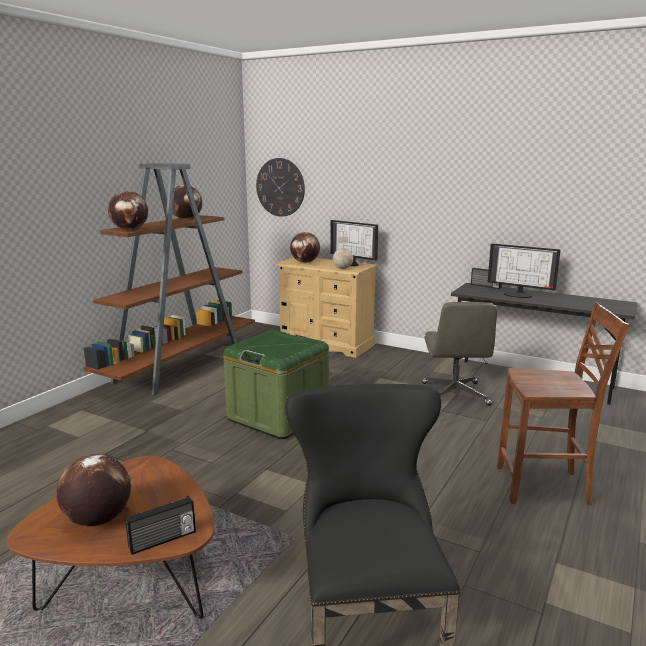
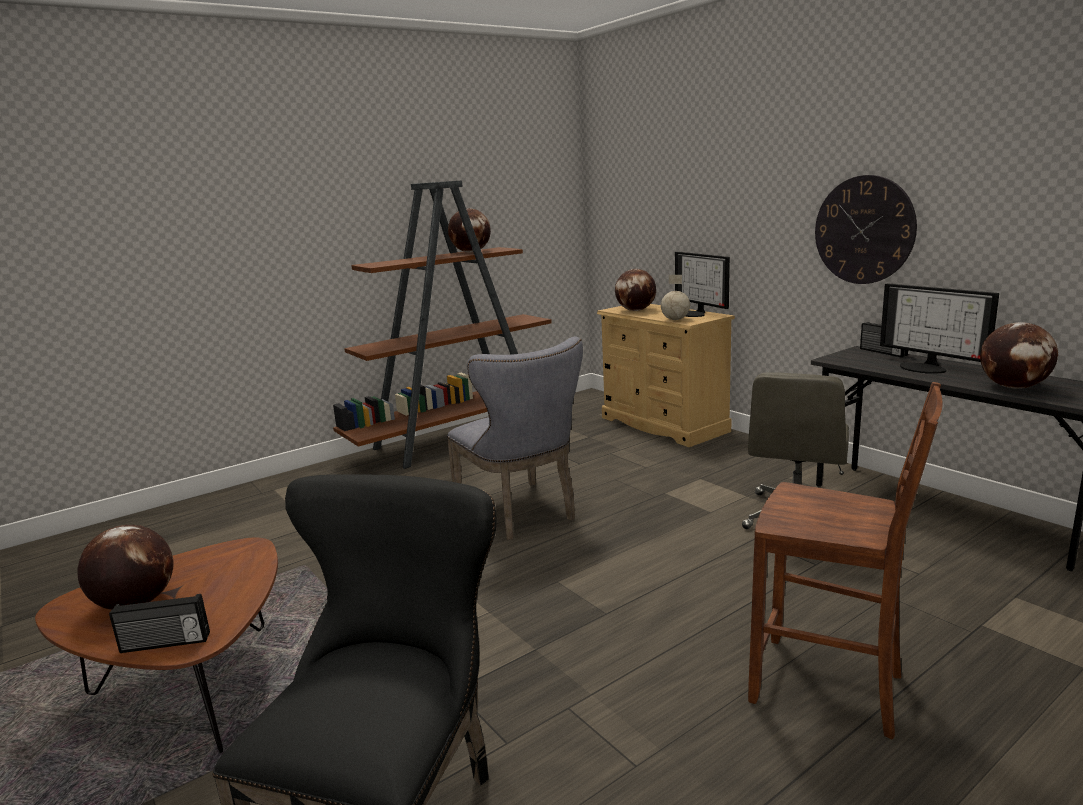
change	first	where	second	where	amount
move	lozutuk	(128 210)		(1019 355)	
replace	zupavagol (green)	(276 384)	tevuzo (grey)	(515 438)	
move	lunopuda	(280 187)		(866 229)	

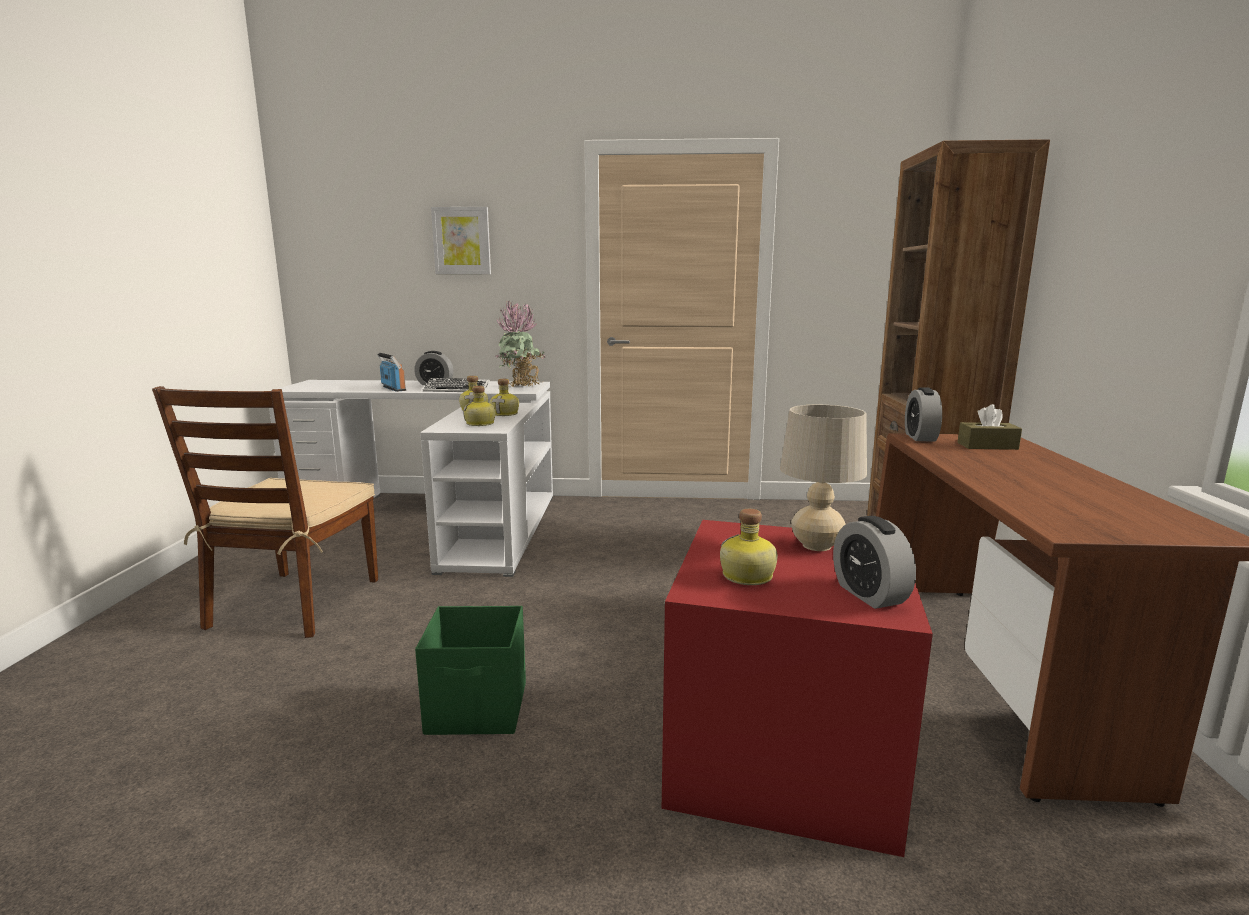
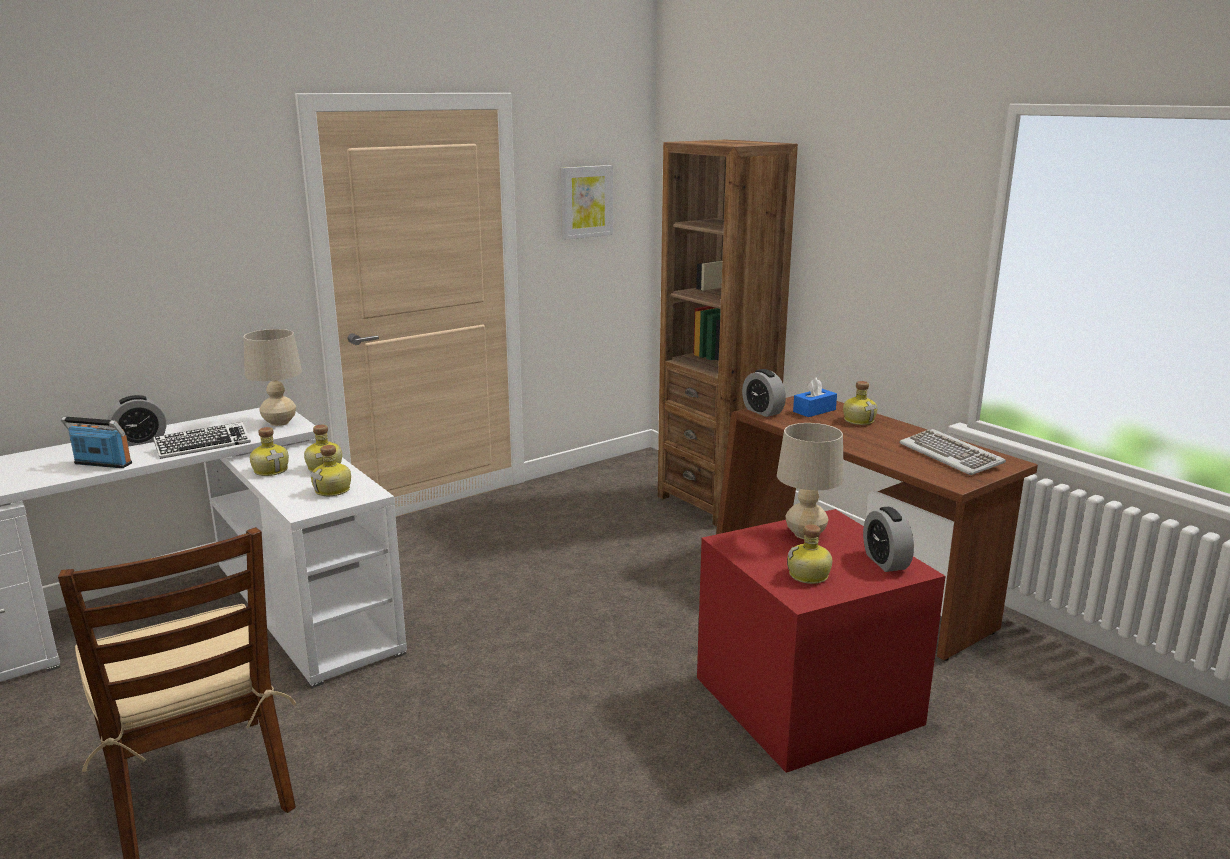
change	first	where	second	where	amount
delete	zupavagol (green)	(470 670)			
move	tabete	(461 240)		(587 202)	
replace	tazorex	(520 344)	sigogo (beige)	(272 377)	
rotate	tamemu	(874 562)		(888 539)	45 degrees clockwise
recolor	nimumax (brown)	(990 427)	nimumax (blue)	(815 397)	
insert			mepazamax	(860 403)	
insert			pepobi	(952 452)	

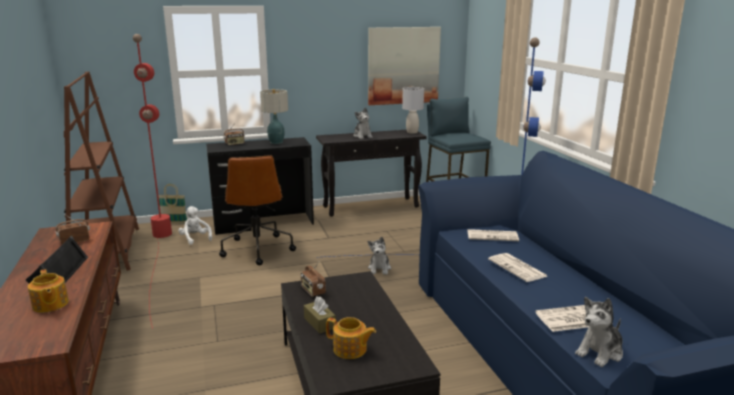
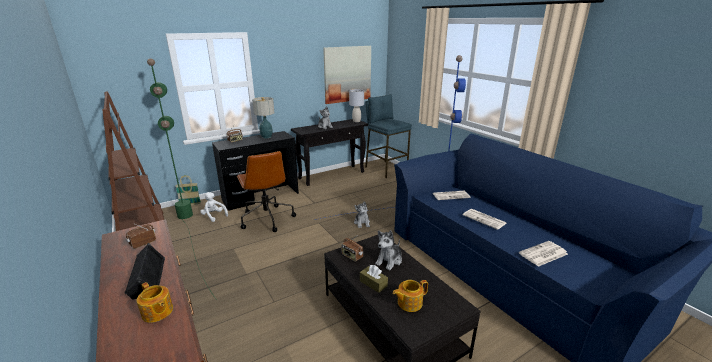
change	first	where	second	where	amount
recolor	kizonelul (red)	(152 181)	kizonelul (green)	(182 179)	
rotate	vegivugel	(351 338)		(410 296)	150 degrees clockwise
move	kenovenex	(599 332)		(388 250)	

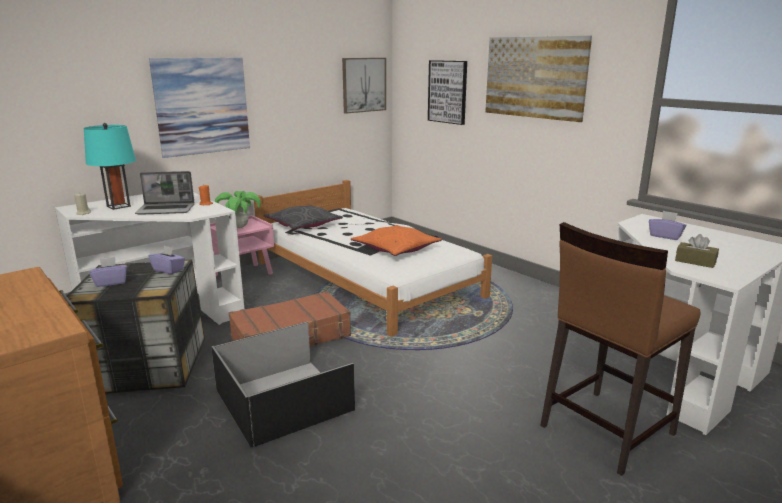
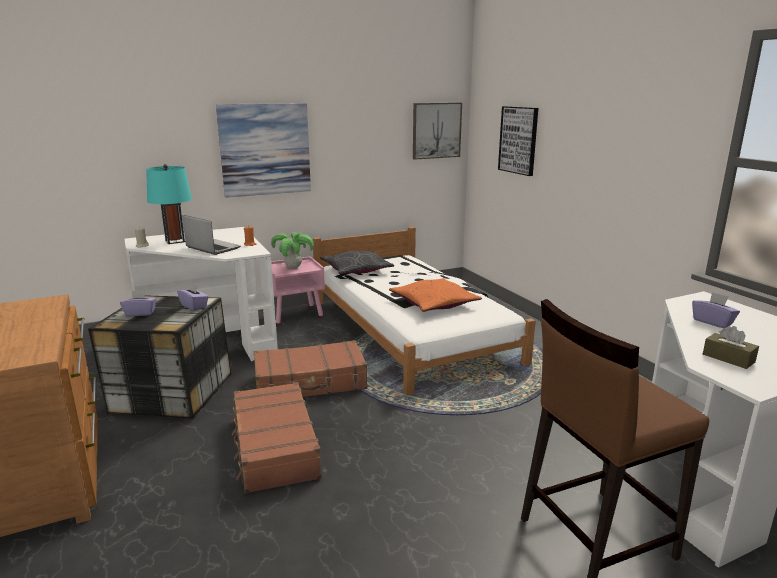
change	first	where	second	where	amount
rotate	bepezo	(165 193)		(211 235)	150 degrees counterclockwise
replace	zupavagol (black)	(283 384)	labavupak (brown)	(276 438)	
delete	tabete	(538 79)			

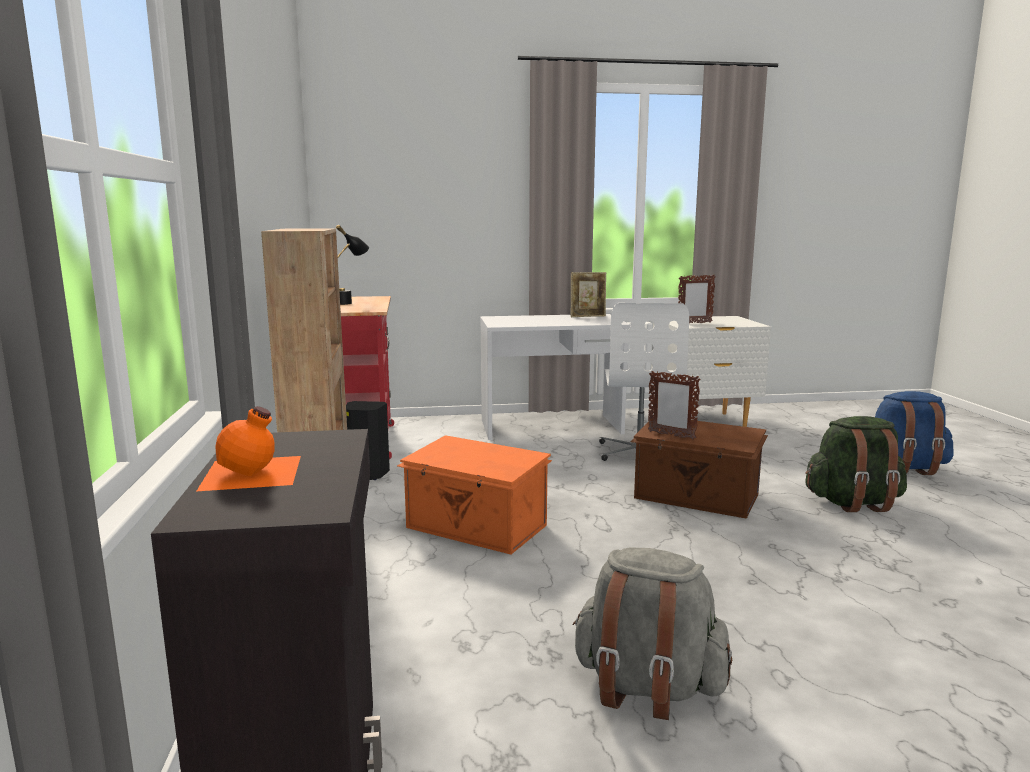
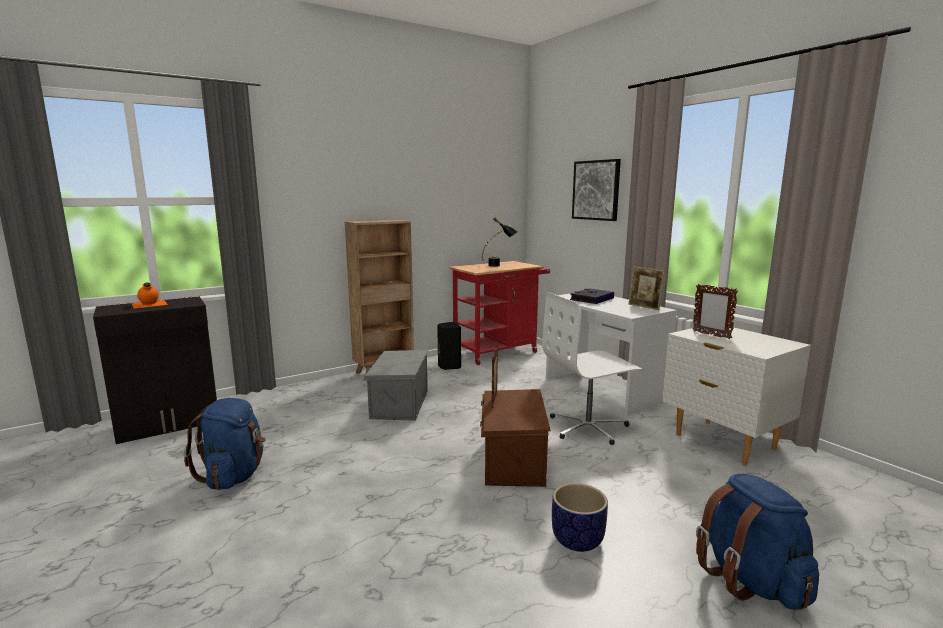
change	first	where	second	where	amount
recolor	zupavagol (orange)	(474 495)	zupavagol (grey)	(395 385)	
recolor	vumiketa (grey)	(652 633)	vumiketa (blue)	(225 444)	
replace	vumiketa (green)	(856 464)	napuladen	(580 517)	
insert			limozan	(592 296)	
insert			tabete	(596 190)	

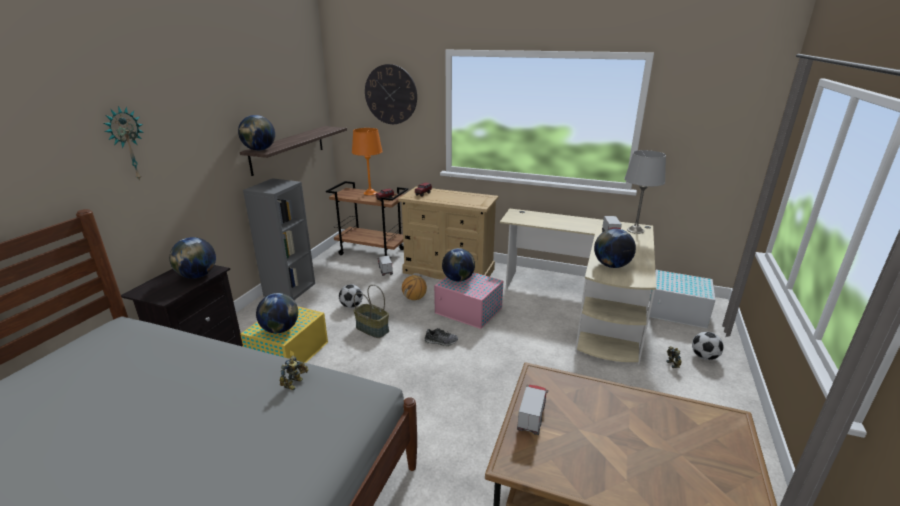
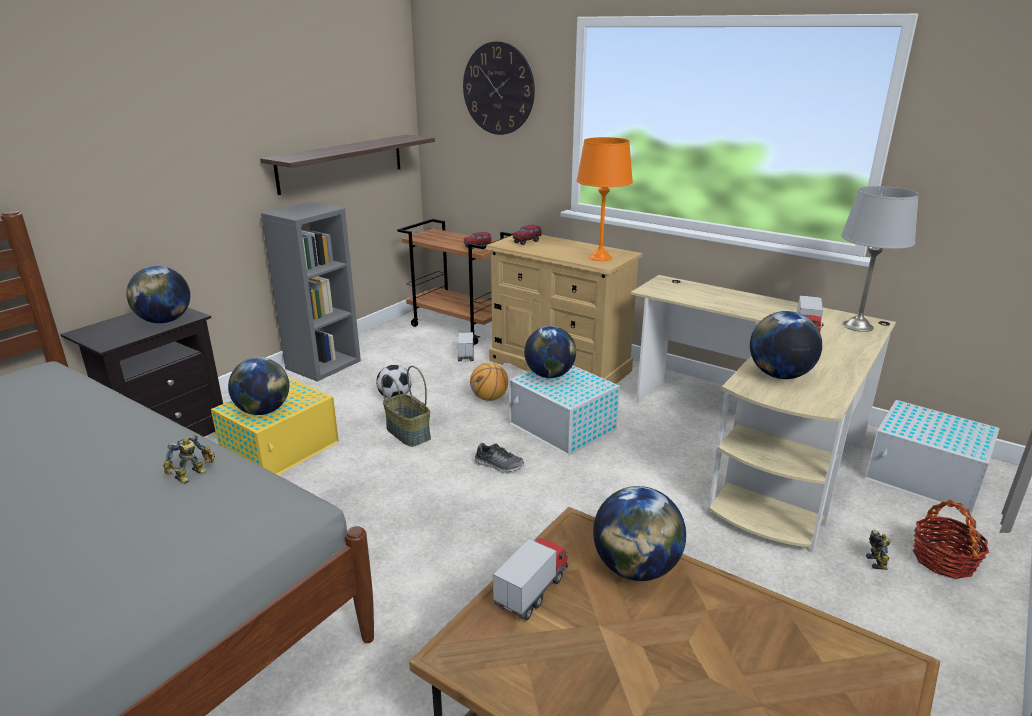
change	first	where	second	where	amount
delete	lunopuda	(124 143)			
move	lozutuk	(256 133)		(639 533)	
move	sigogo (orange)	(367 161)		(604 199)	
recolor	zupavagol (pink)	(468 300)	zupavagol (white)	(564 411)	
replace	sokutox	(708 346)	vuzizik	(950 539)	

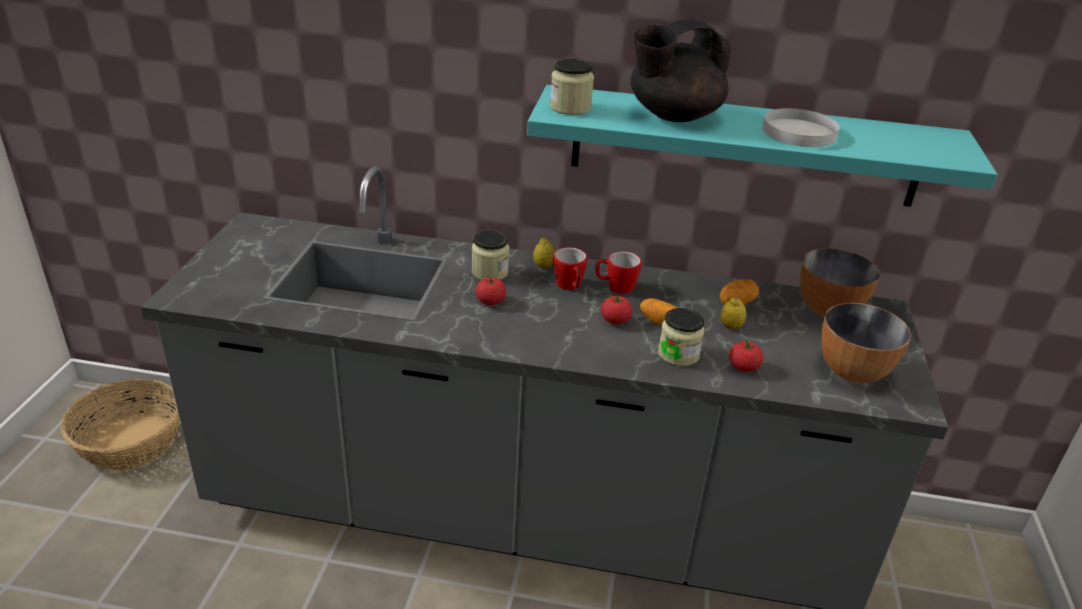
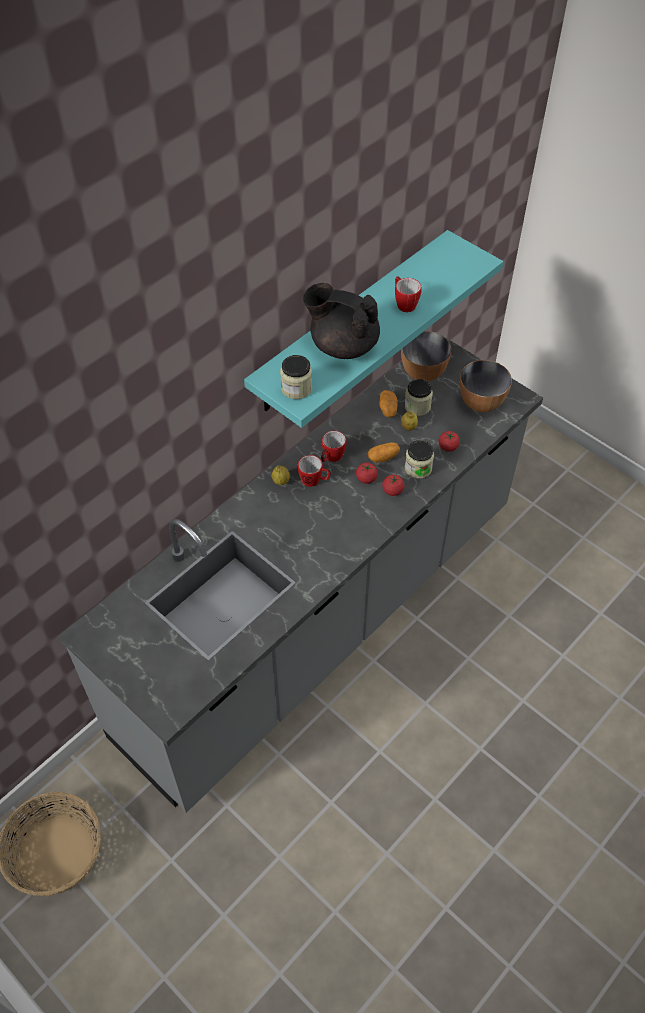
change	first	where	second	where	amount
move	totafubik	(490 255)		(419 397)	
move	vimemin	(491 291)		(393 485)	
rotate	vegivugel (black)	(681 70)		(341 321)	105 degrees clockwise
replace	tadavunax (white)	(801 127)	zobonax	(408 294)	

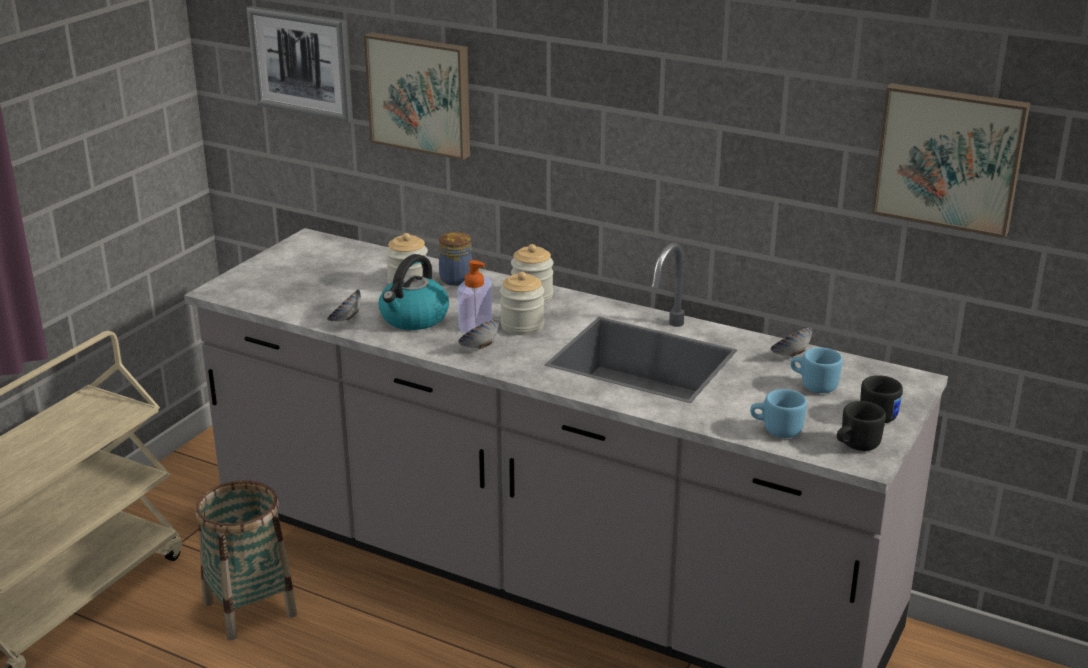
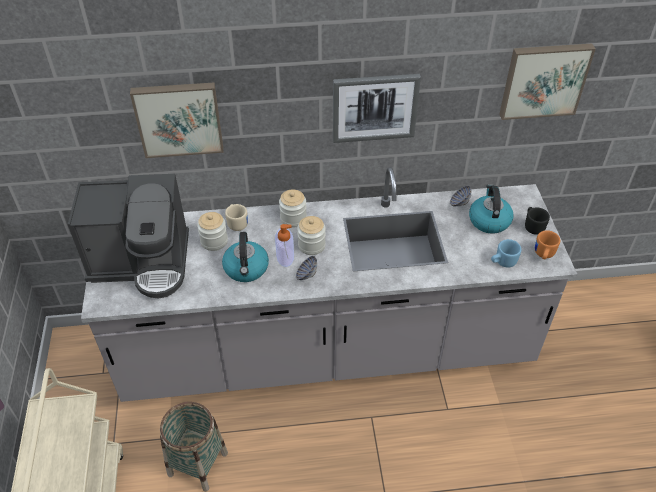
change	first	where	second	where	amount
move	tabete	(300 64)		(377 108)	
delete	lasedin	(344 305)			
replace	totafubik	(456 259)	zobonax (beige)	(236 217)	
replace	zobonax (blue)	(816 370)	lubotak	(491 209)	
recolor	zobonax (black)	(861 426)	zobonax (orange)	(547 244)	
insert			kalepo	(128 236)	

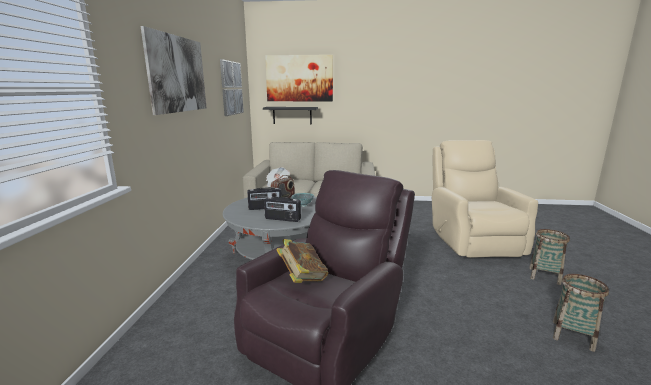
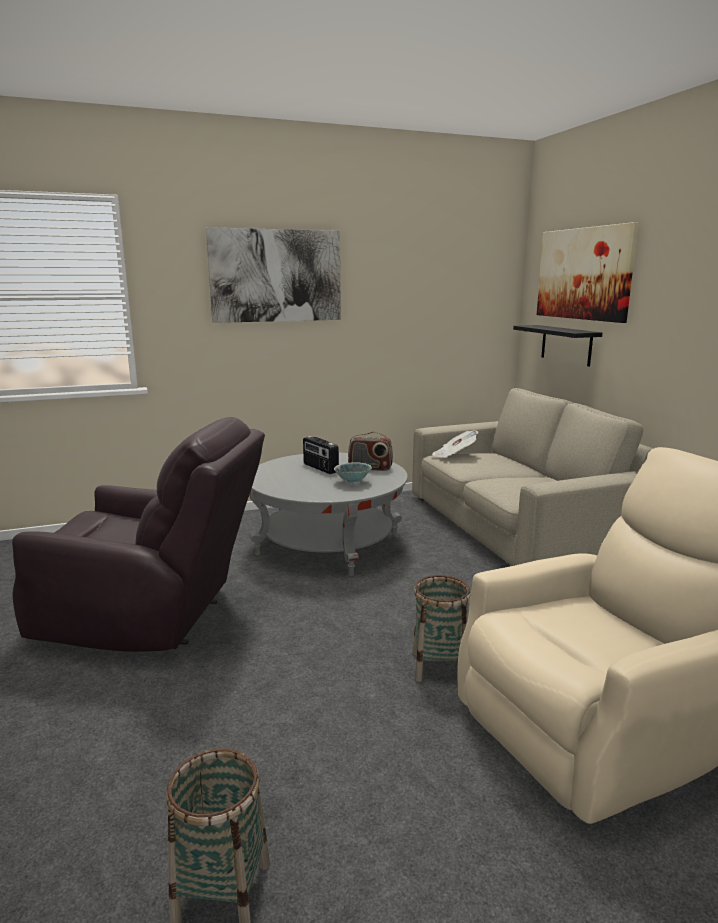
change	first	where	second	where	amount
delete	tabete	(232 87)			
delete	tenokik	(282 209)			
delete	limozan	(302 261)			
move	vuzizik	(549 257)		(441 628)	

